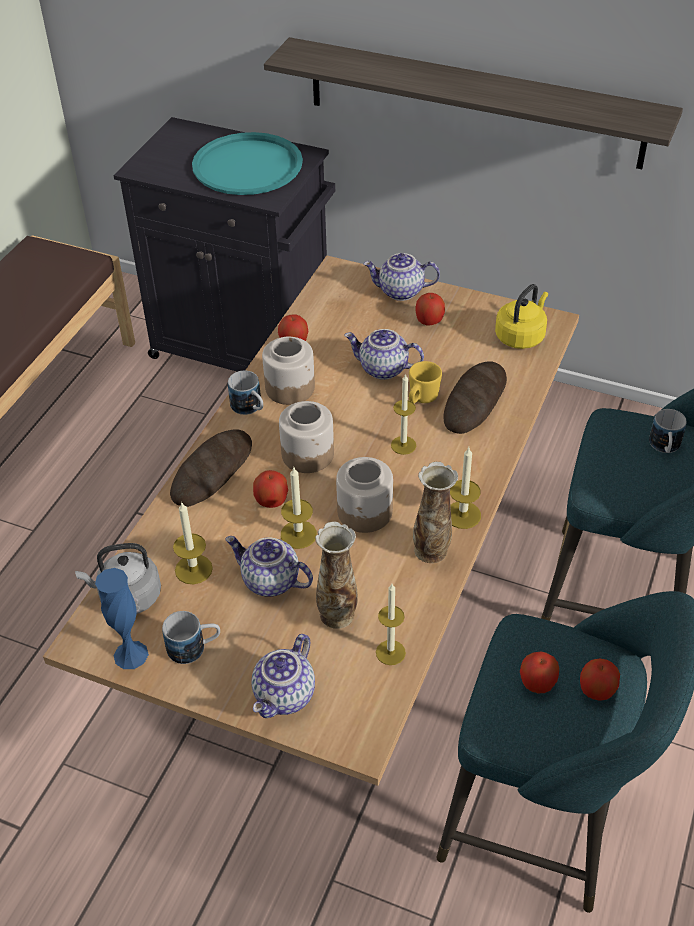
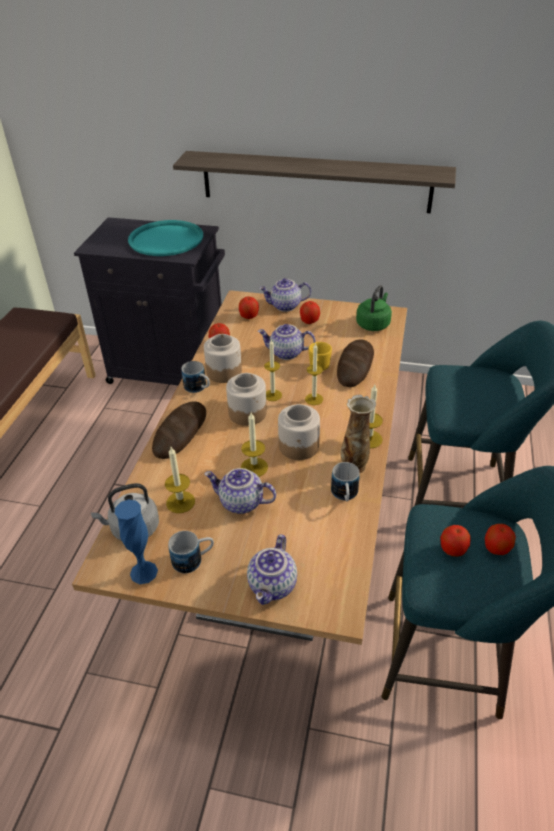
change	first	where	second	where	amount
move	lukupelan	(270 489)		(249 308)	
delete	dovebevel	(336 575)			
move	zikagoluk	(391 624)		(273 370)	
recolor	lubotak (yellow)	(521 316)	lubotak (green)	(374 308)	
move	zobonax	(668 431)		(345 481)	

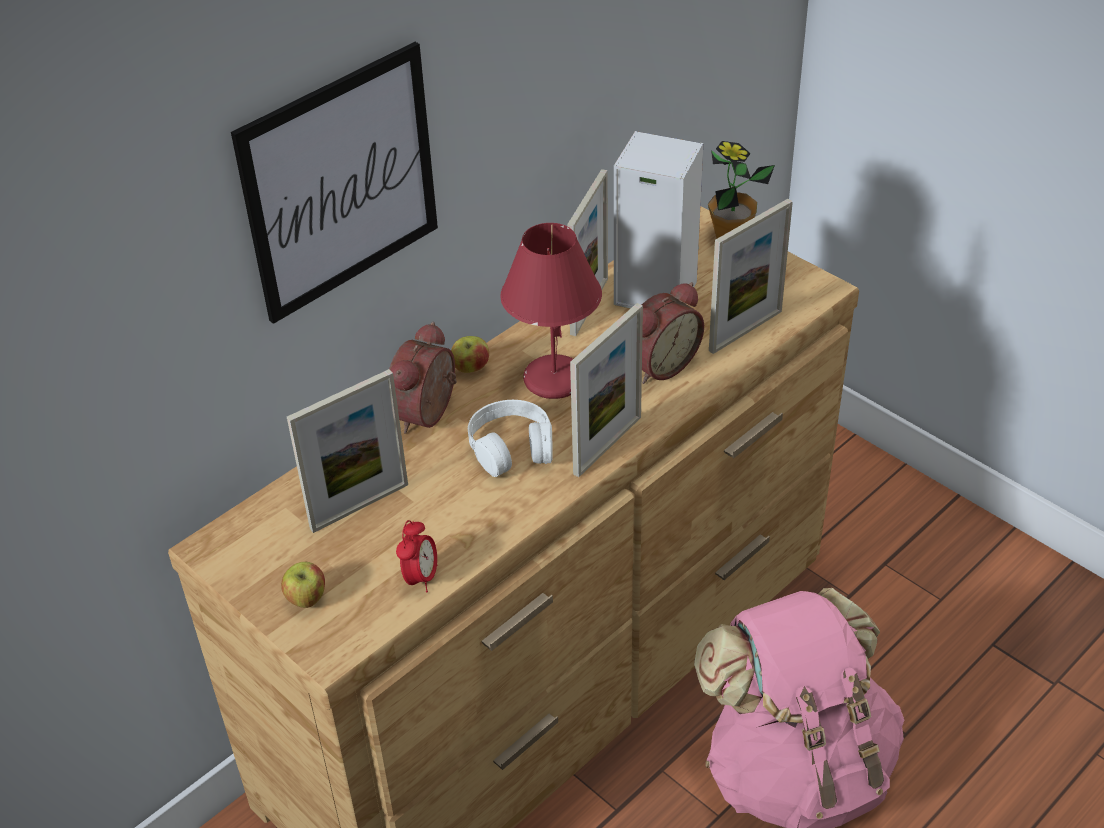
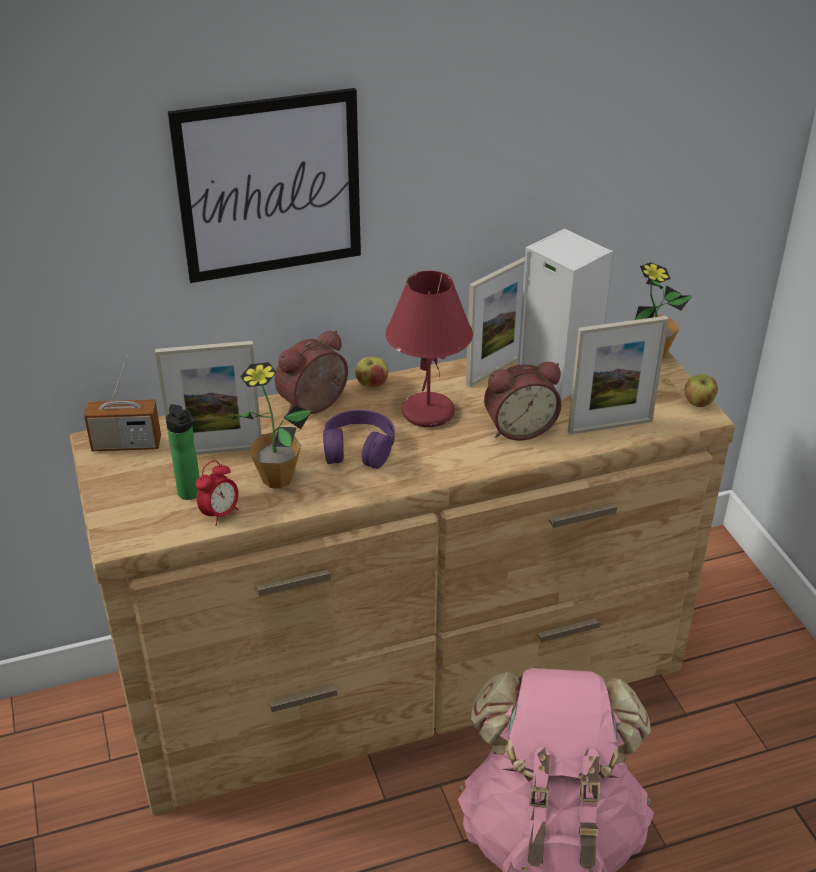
change	first	where	second	where	amount
move	lukupelan	(303 585)		(701 390)	
recolor	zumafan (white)	(510 438)	zumafan (purple)	(359 439)	
delete	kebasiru	(606 390)			
insert			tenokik	(122 403)	
insert			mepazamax	(183 452)	
insert			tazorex	(272 425)	

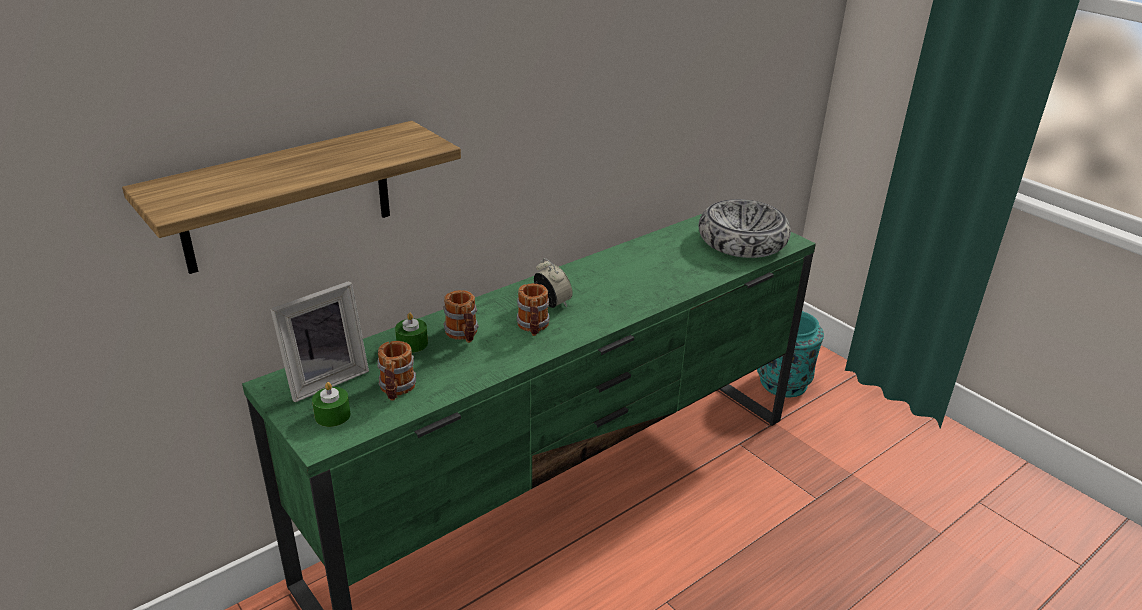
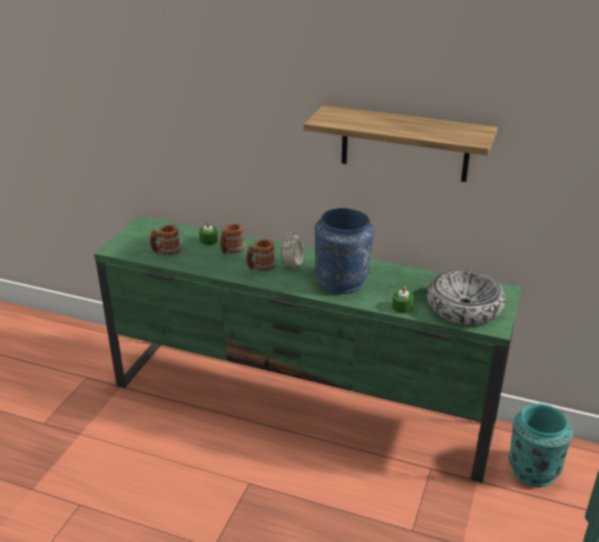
change	first	where	second	where	amount
move	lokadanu	(291 197)		(400 143)	
delete	kebasiru	(319 341)			
move	zikagoluk (green)	(331 404)		(403 299)	
insert			dovebevel (blue)	(345 251)	

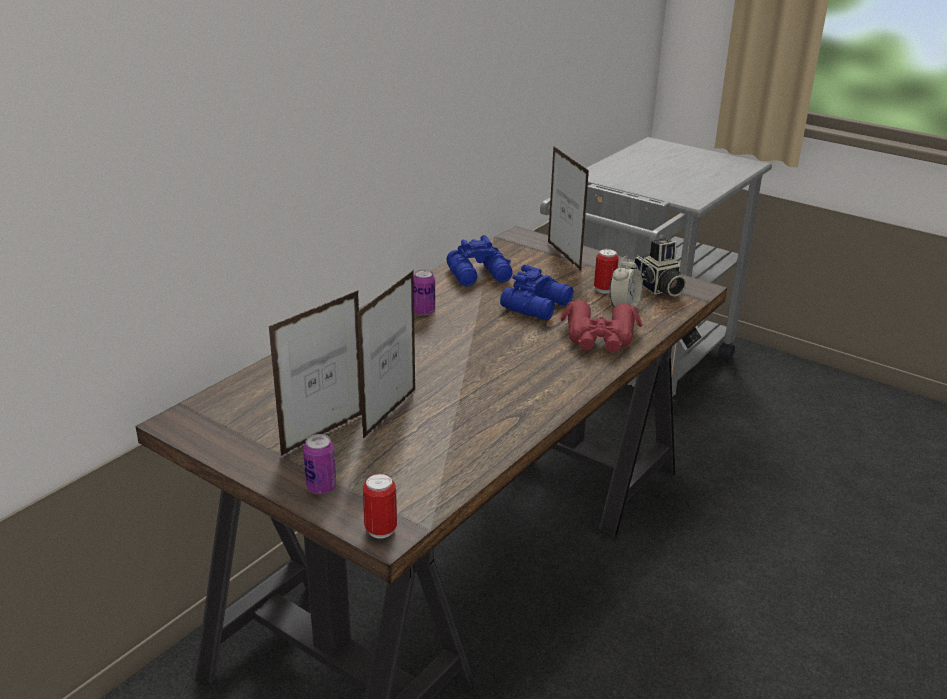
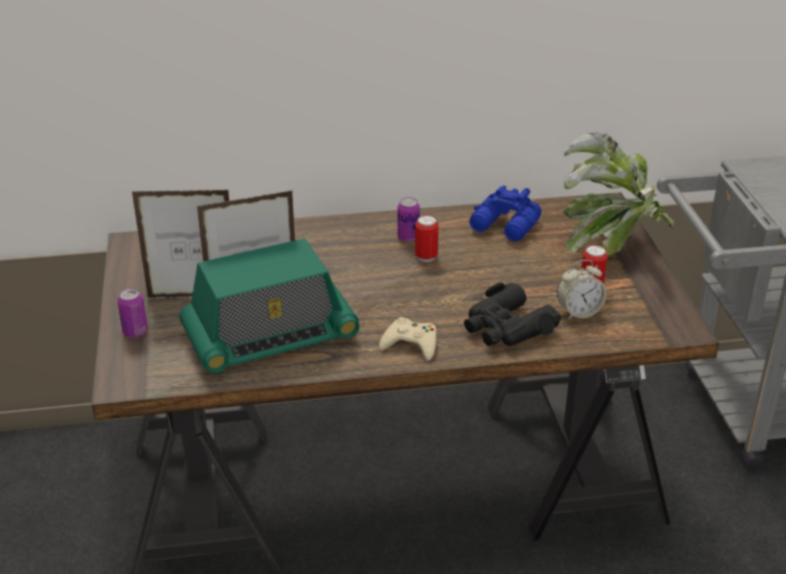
change	first	where	second	where	amount
move	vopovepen	(380 505)		(427 238)	
delete	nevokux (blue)	(536 292)			
replace	kebasiru	(568 208)	tazorex	(618 193)	
recolor	nevokux (red)	(601 326)	nevokux (black)	(513 314)	
delete	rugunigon	(659 267)			
insert			tenokik	(269 305)	
insert			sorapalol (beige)	(407 339)	

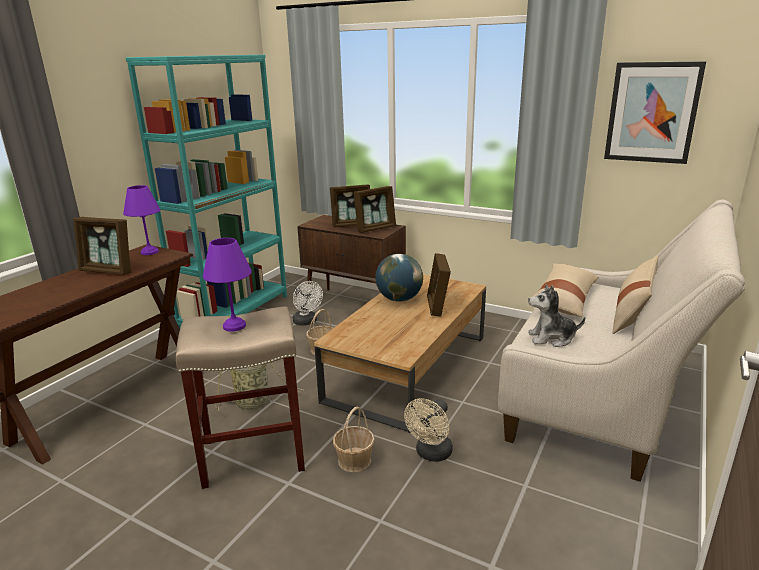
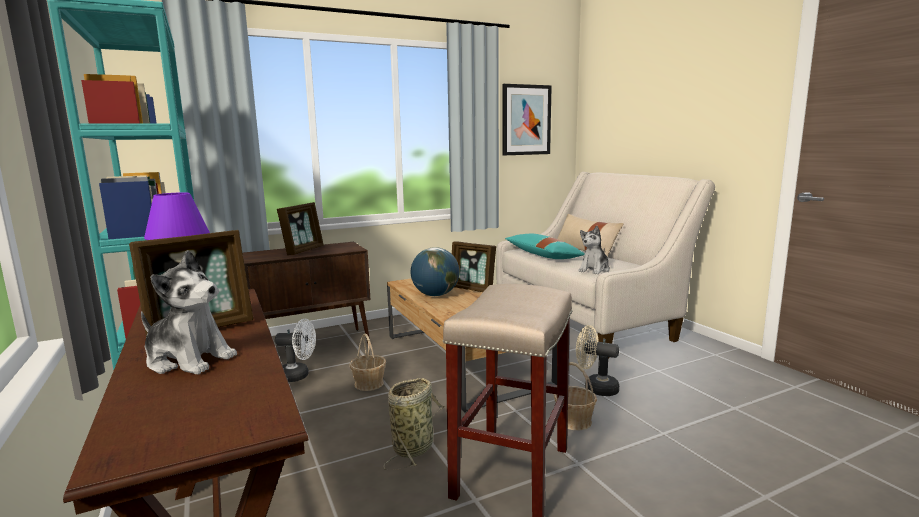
change	first	where	second	where	amount
delete	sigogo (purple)	(227 285)			
delete	kebasiru	(374 209)			
rotate	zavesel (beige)	(428 430)		(597 360)	135 degrees clockwise
recolor	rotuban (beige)	(565 290)	rotuban (turquoise)	(545 246)	
insert			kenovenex	(189 312)	

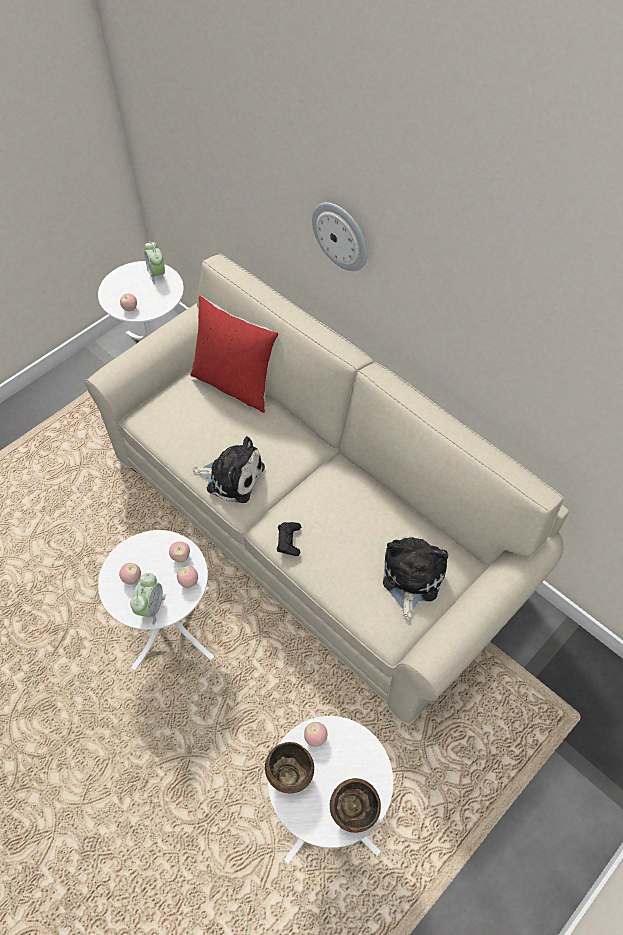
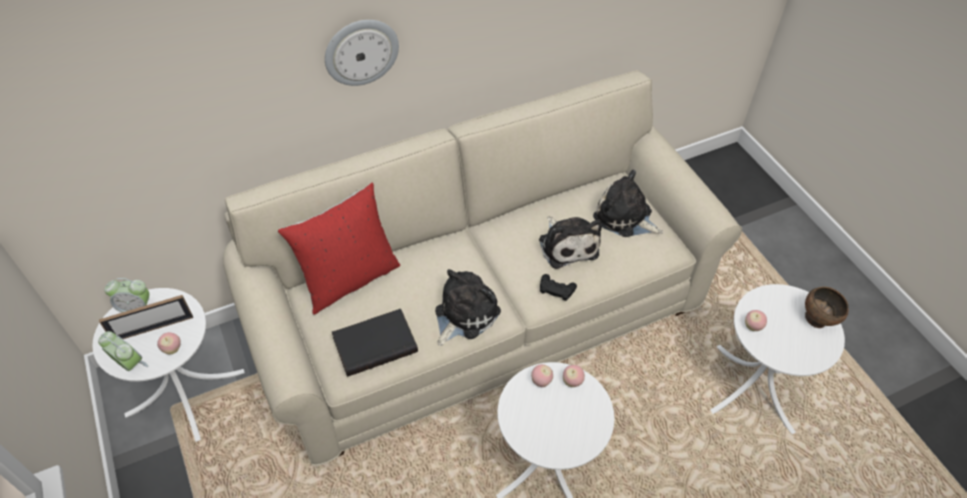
change	first	where	second	where	amount
delete	lukupelan	(130 573)			
move	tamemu	(148 599)		(123 351)	
delete	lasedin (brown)	(289 767)			
insert			kebasiru	(146 317)	
insert			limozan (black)	(375 343)	
insert			kenovenex	(570 243)	

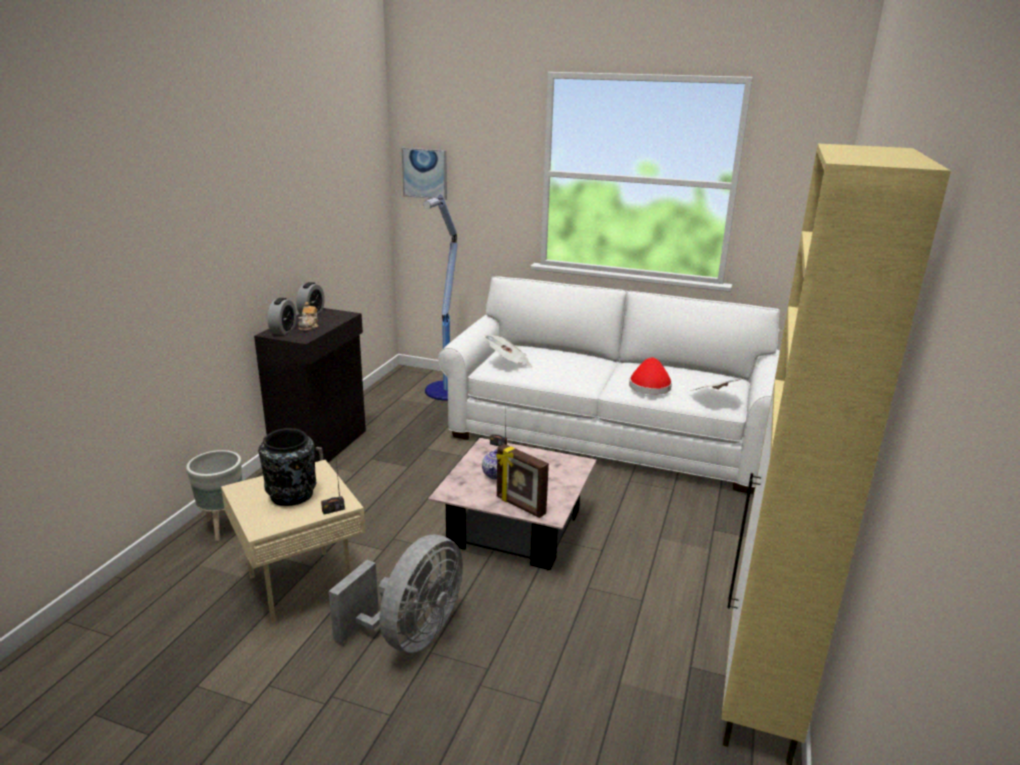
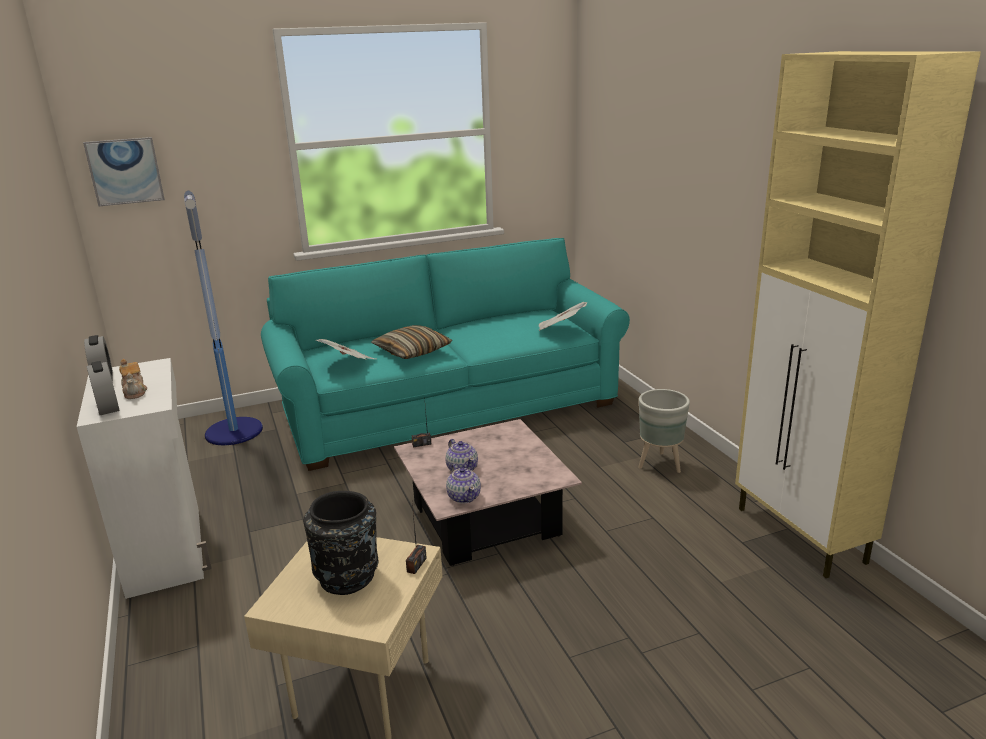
change	first	where	second	where	amount
move	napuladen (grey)	(214 495)		(664 431)	
recolor	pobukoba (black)	(310 385)	pobukoba (white)	(144 478)	
delete	zavesel (grey)	(396 593)			
recolor	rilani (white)	(609 385)	rilani (turquoise)	(445 354)	
delete	kebasiru	(522 481)			
delete	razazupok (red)	(650 376)			
insert			rotuban	(411 342)	
insert			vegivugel	(463 483)	

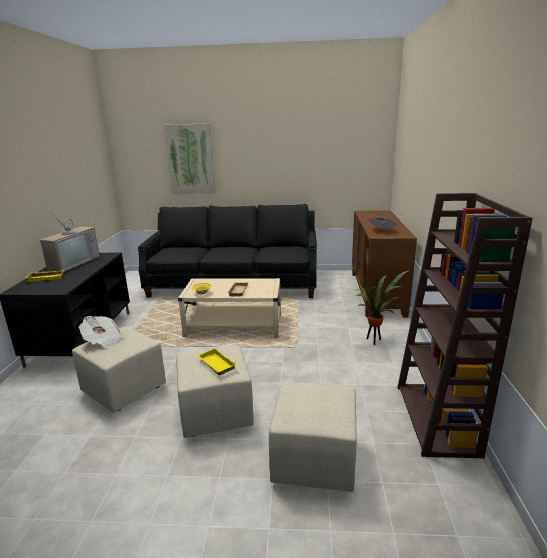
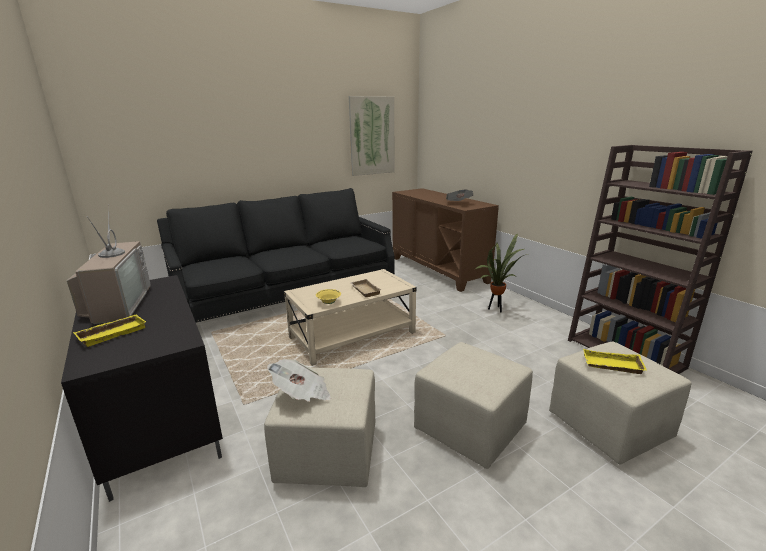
change	first	where	second	where	amount
move	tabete	(190 158)		(372 136)	
move	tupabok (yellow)	(217 361)		(615 361)	

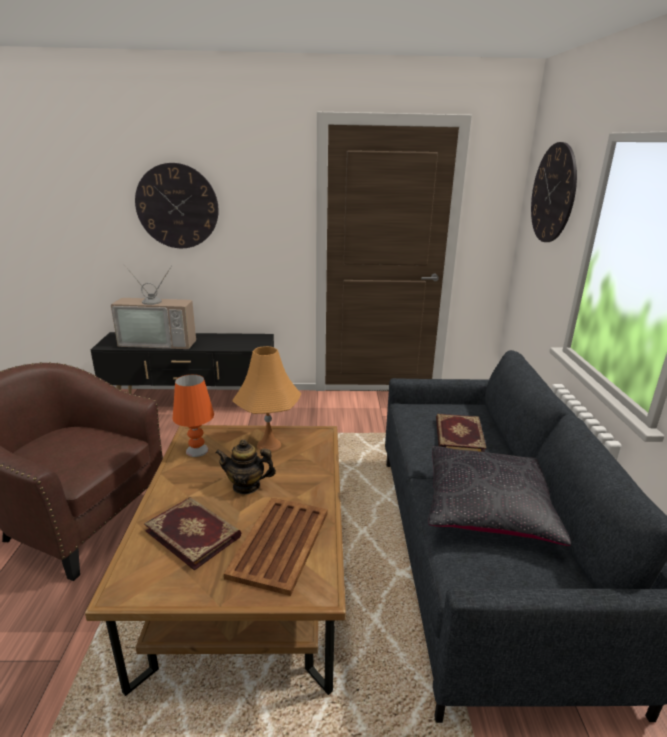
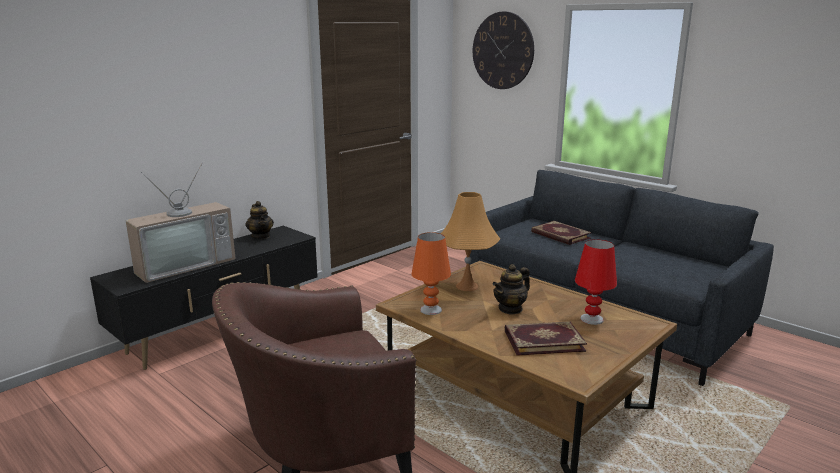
change	first	where	second	where	amount
delete	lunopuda	(177 205)			
replace	tupabok (brown)	(276 547)	sigogo (red)	(596 282)	
delete	rotuban (black)	(500 496)			
insert			vegivugel	(259 220)	

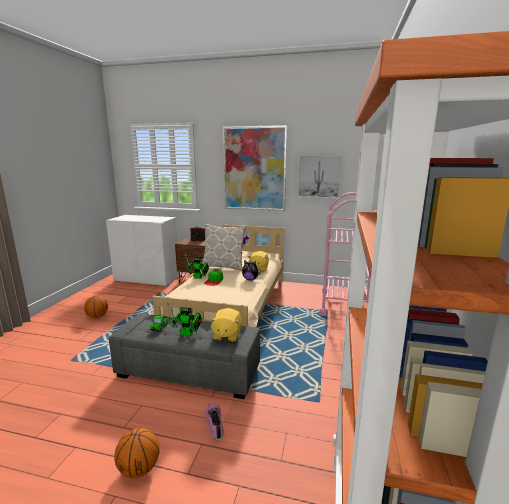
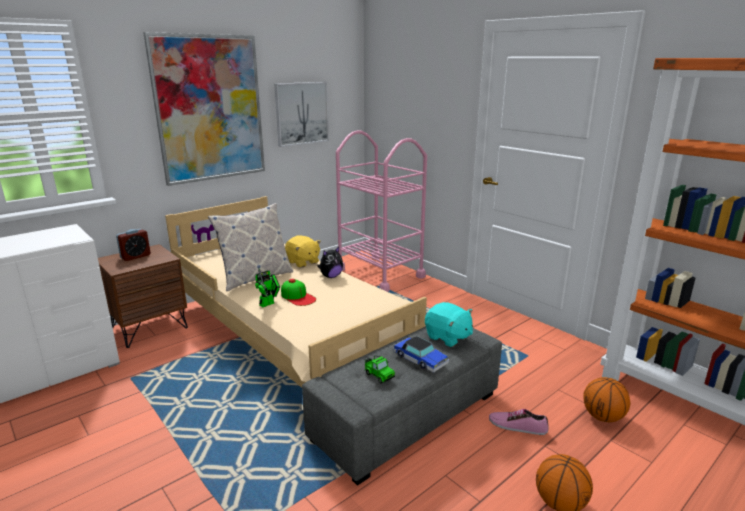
change	first	where	second	where	amount
move	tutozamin	(96 307)		(607 399)	
replace	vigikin	(184 319)	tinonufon	(421 354)	
recolor	kenovenex (yellow)	(225 325)	kenovenex (turquoise)	(449 324)	

